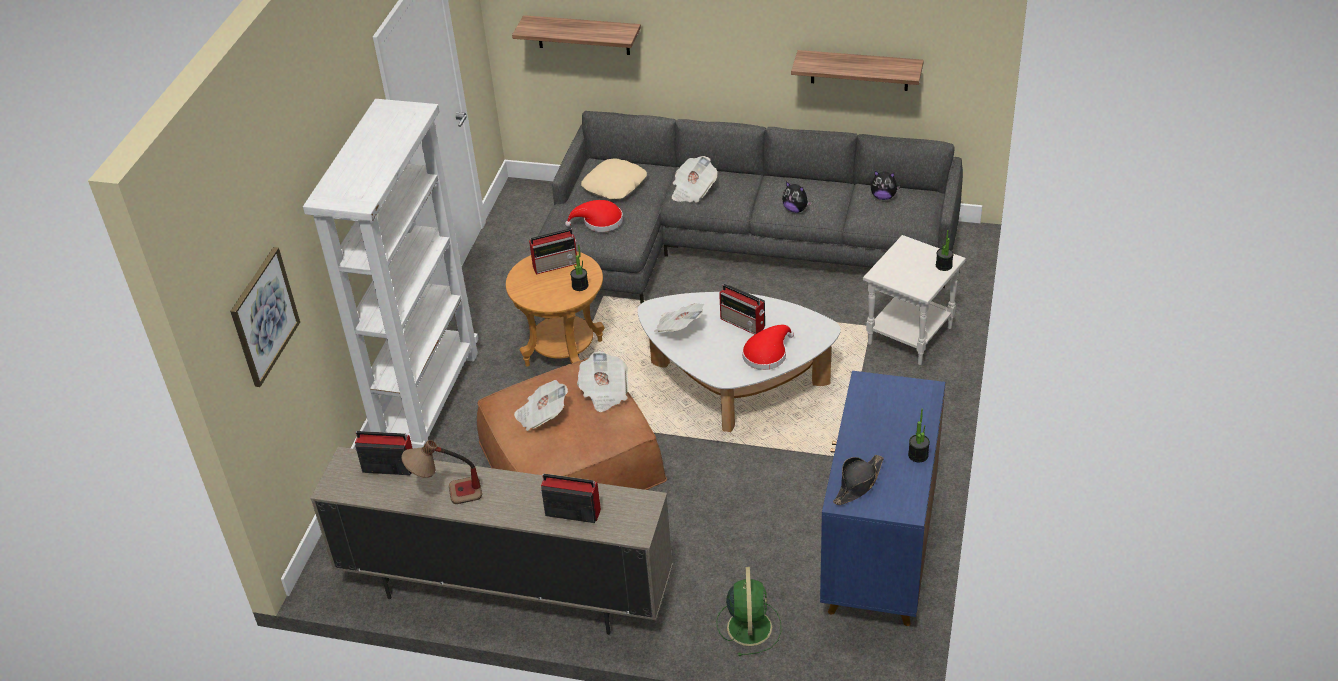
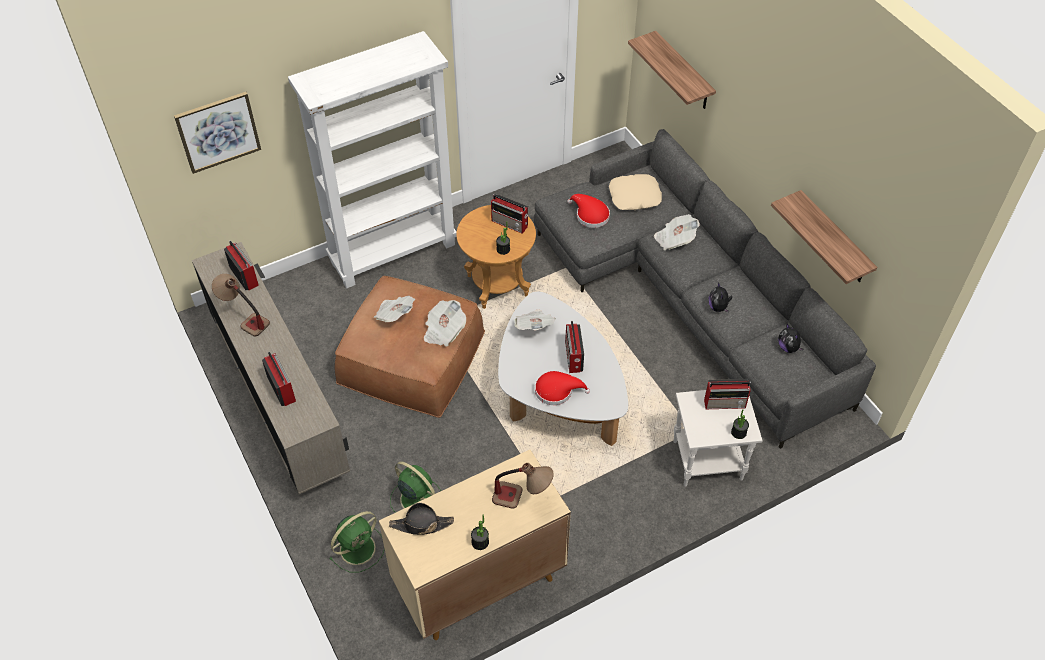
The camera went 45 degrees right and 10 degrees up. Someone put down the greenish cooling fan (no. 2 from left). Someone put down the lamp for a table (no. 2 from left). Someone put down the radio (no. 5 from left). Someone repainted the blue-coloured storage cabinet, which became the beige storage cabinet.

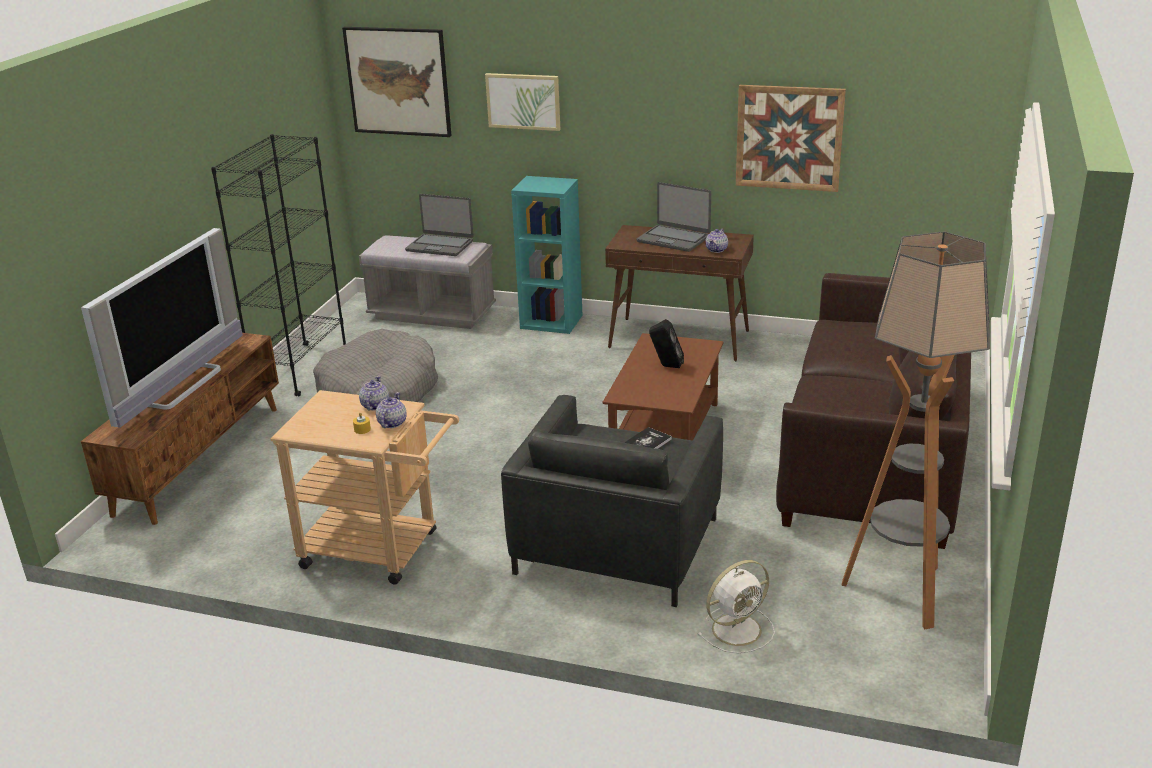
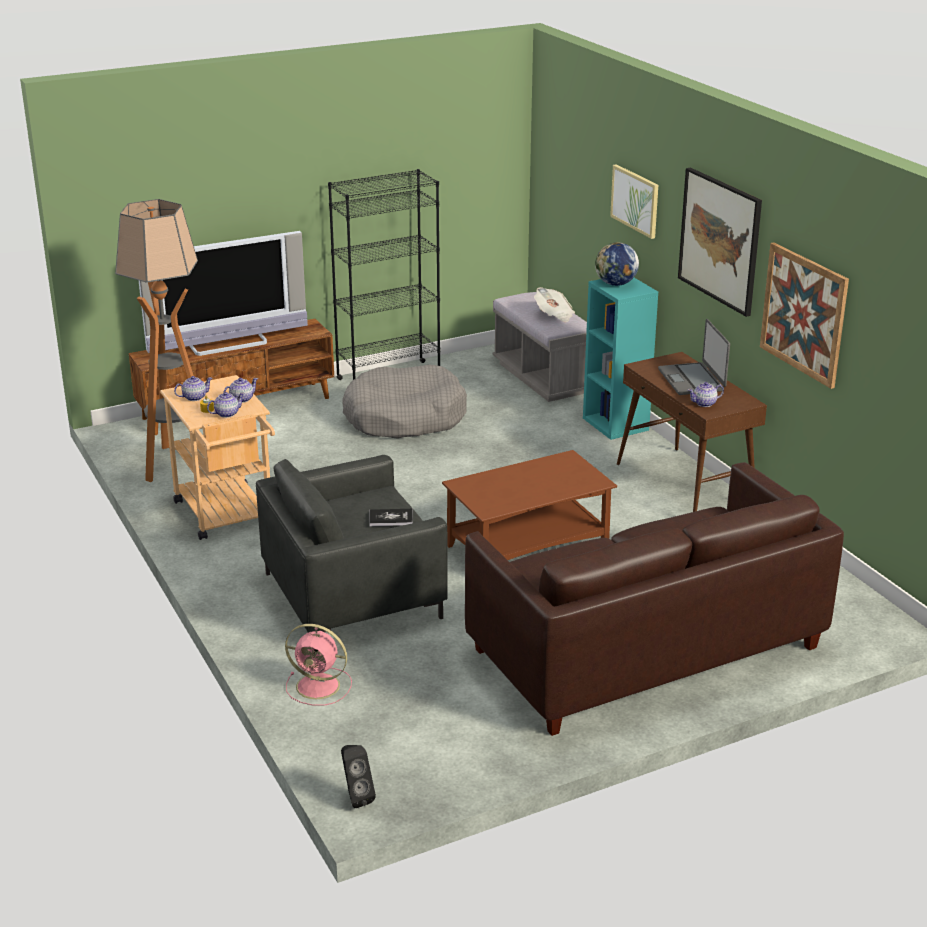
The camera went 45 degrees right and 0 degrees up. Someone put down the pot for tea (no. 1 from left). Someone put down the desk globe. Someone carried the picture (no. 1 from left in the first image). Someone carried the black speaker. Someone carried the standing lamp. Someone swapped the notebook computer (no. 1 from left) for the newspaper. Someone repainted the white cooling fan, which became the pink-coloured cooling fan.

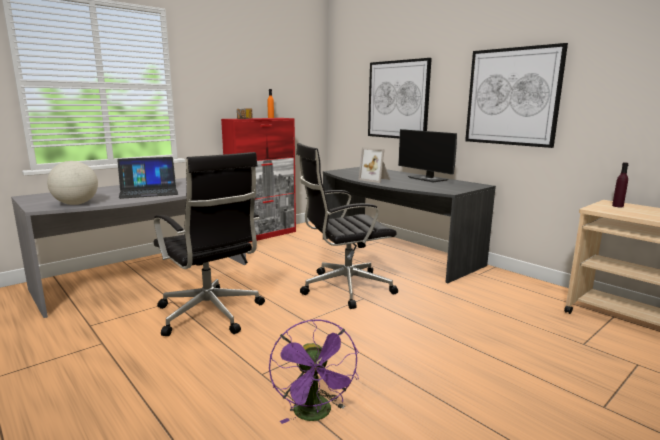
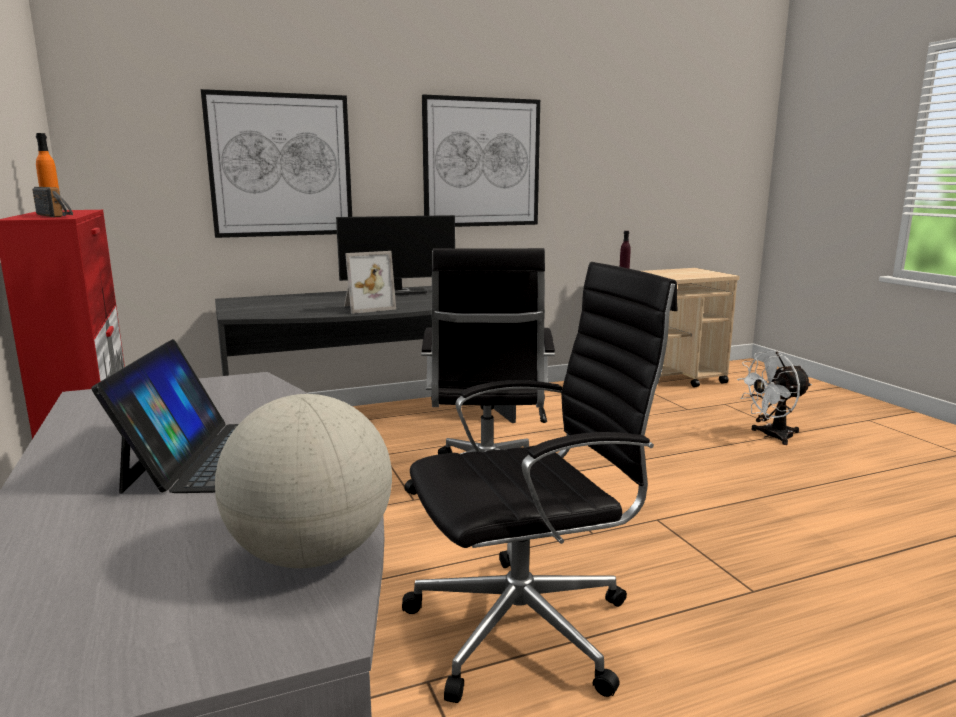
The camera went 70 degrees left and 0 degrees up. Someone took away the purple-coloured cooling fan. Someone put down the white cooling fan.

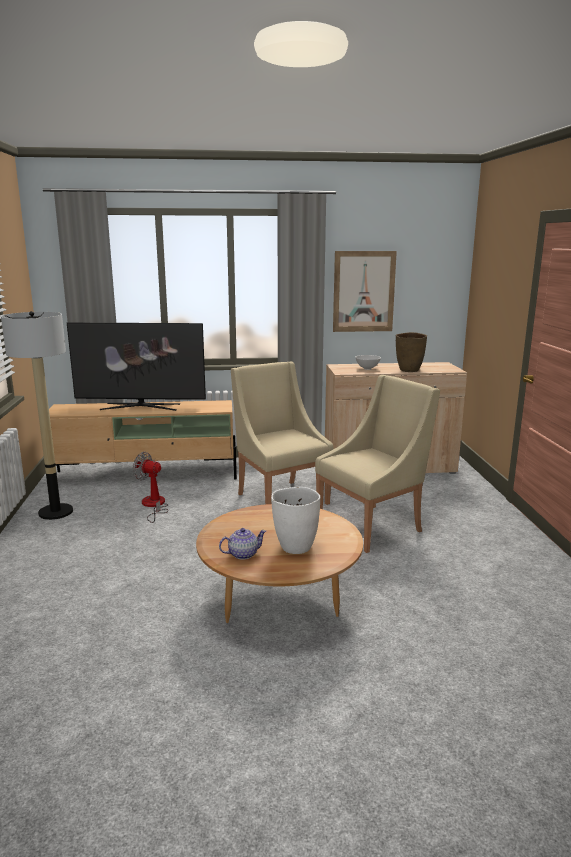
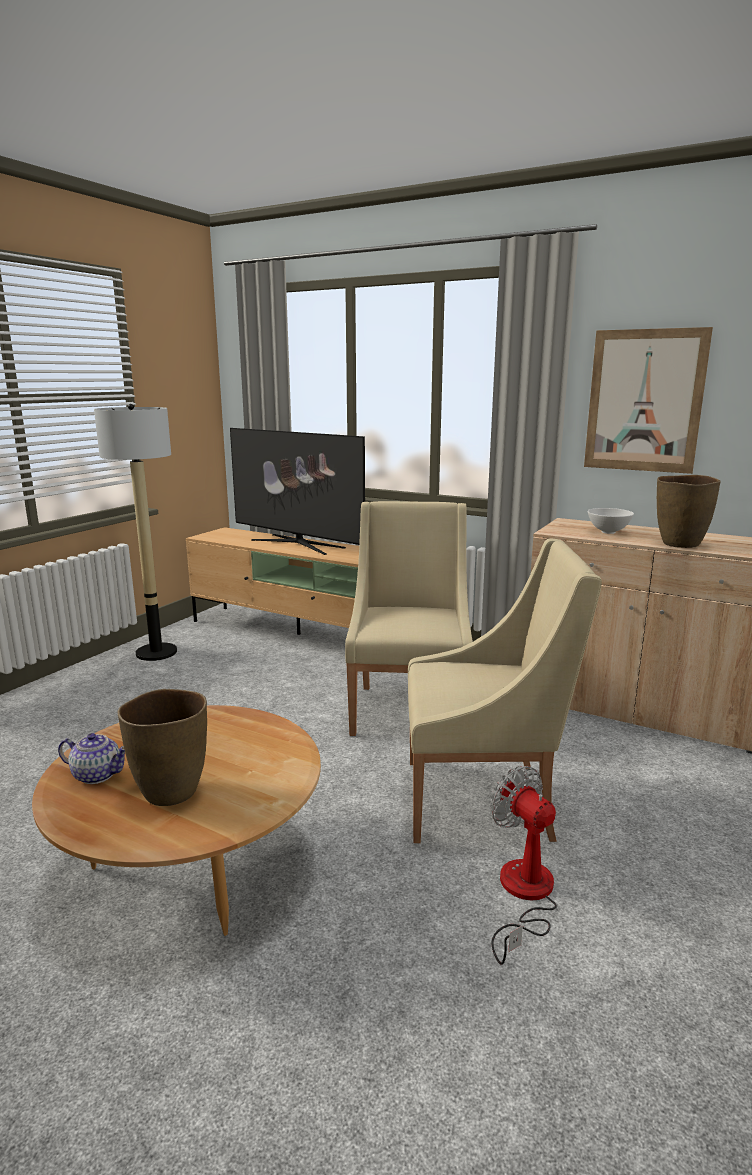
The camera went 35 degrees right and 0 degrees up. Someone carried the cooling fan. Someone repainted the white vase, which became the brown-coloured vase (no. 1 from left).

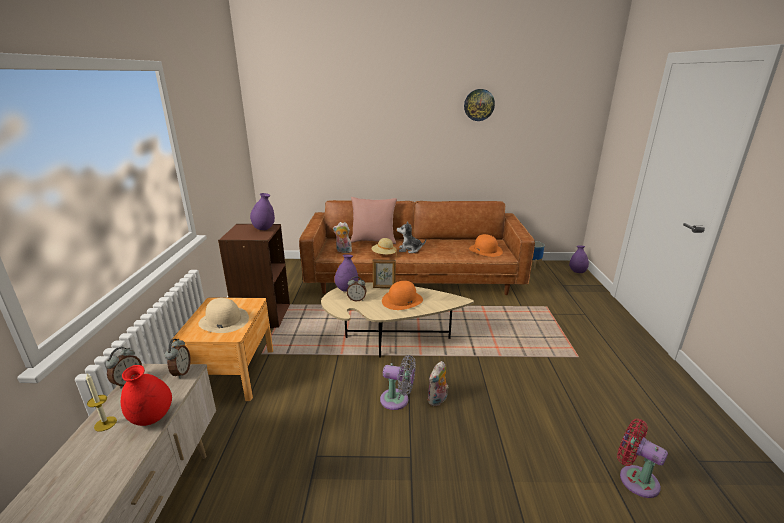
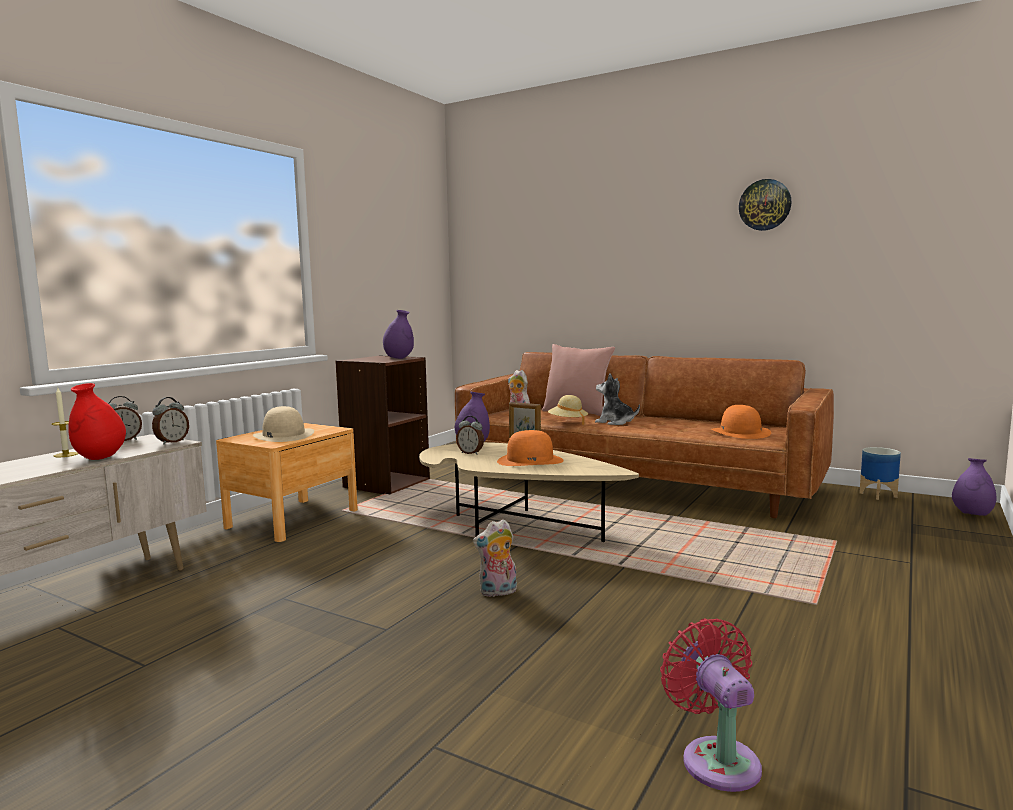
The camera went 30 degrees right and 15 degrees down. Someone took away the gray cooling fan.

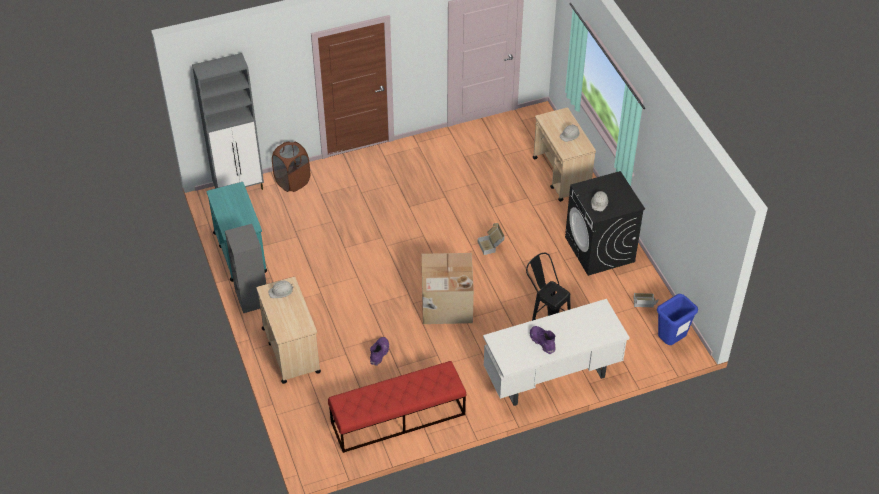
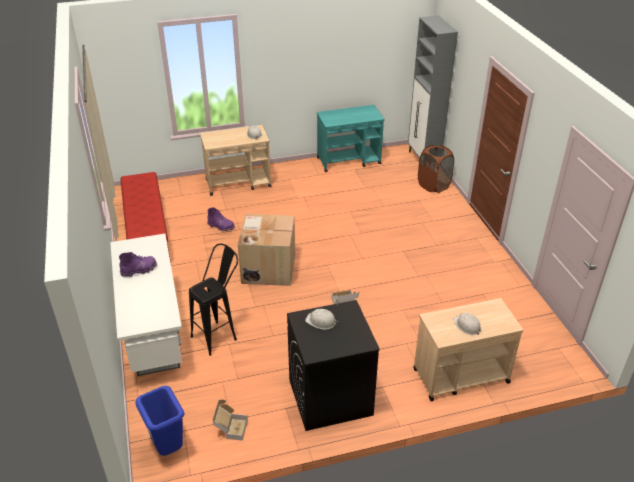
The camera went 95 degrees right and 10 degrees down. Someone took away the gray shelving unit.

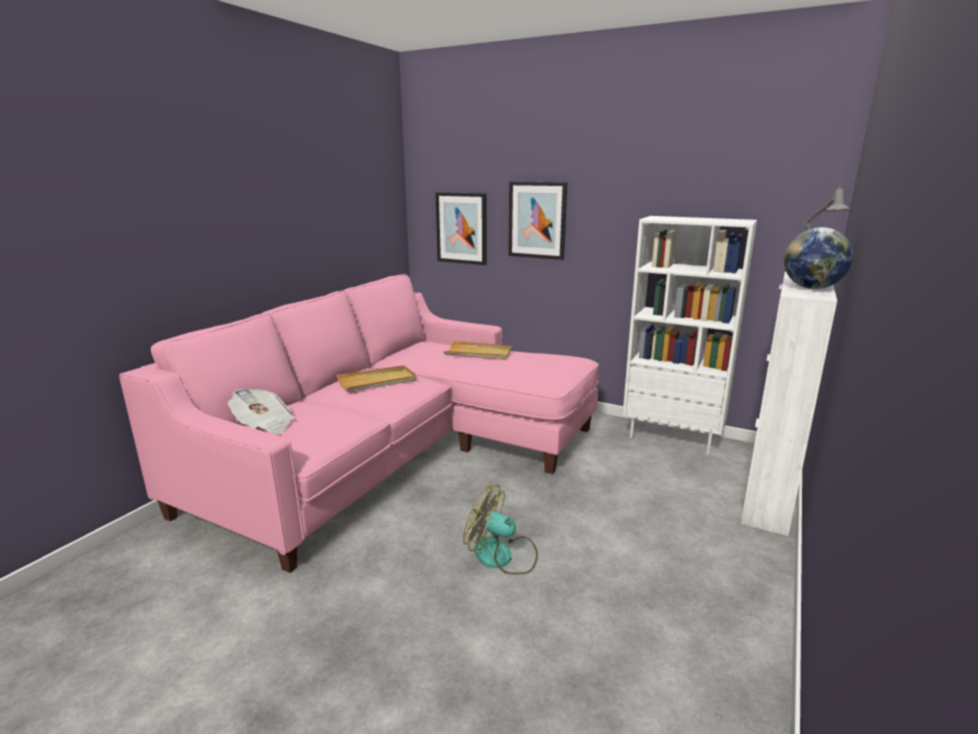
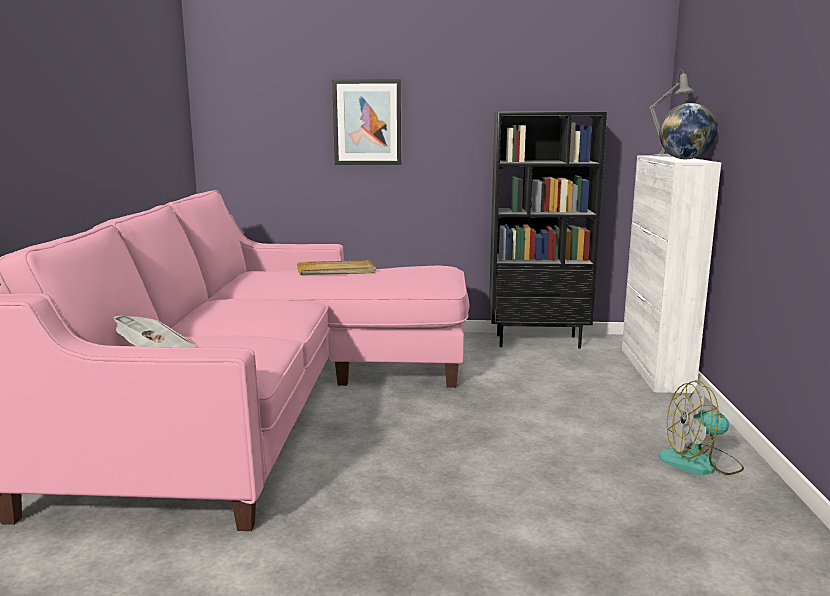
The camera went 25 degrees left and 5 degrees down. Someone took away the beige carrying tray (no. 1 from left). Someone took away the picture (no. 1 from left). Someone carried the cooling fan. Someone repainted the white shelving unit, which became the black shelving unit.

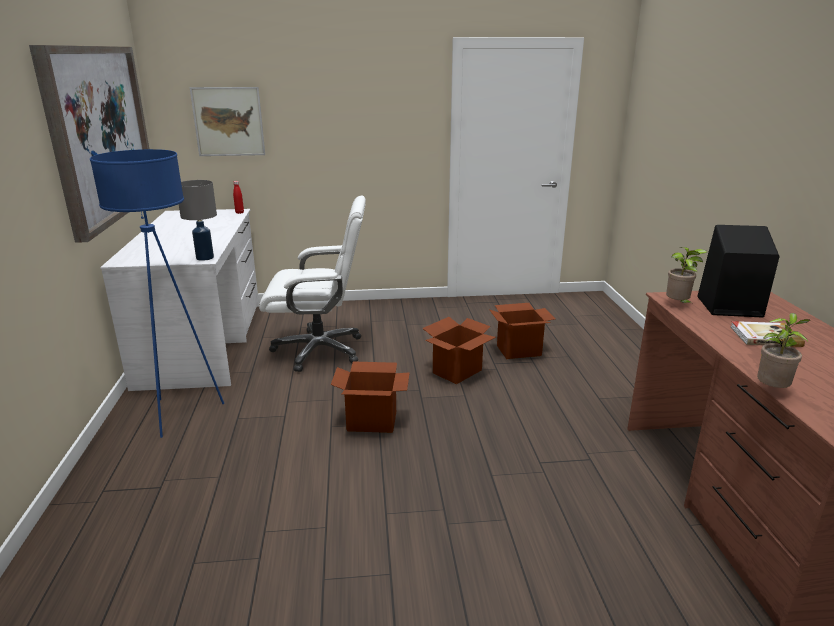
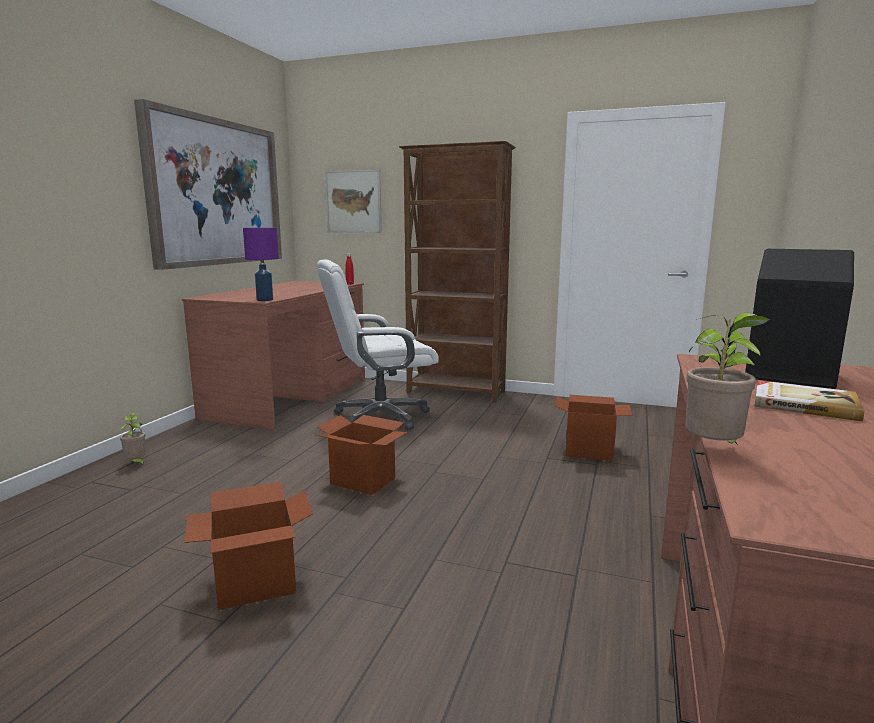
The camera went 25 degrees right and 10 degrees down. Someone took away the blue-coloured standing lamp. Someone put down the brown-coloured shelving unit. Someone carried the carton (no. 2 from left in the first image). Someone carried the plant in a pot (no. 1 from left). Someone repainted the white desk table, which became the brown-coloured desk table (no. 1 from left). Someone repainted the gray lamp for a table, which became the purple-coloured lamp for a table. Someone rotated the white computer chair by 135 degrees clockwise.

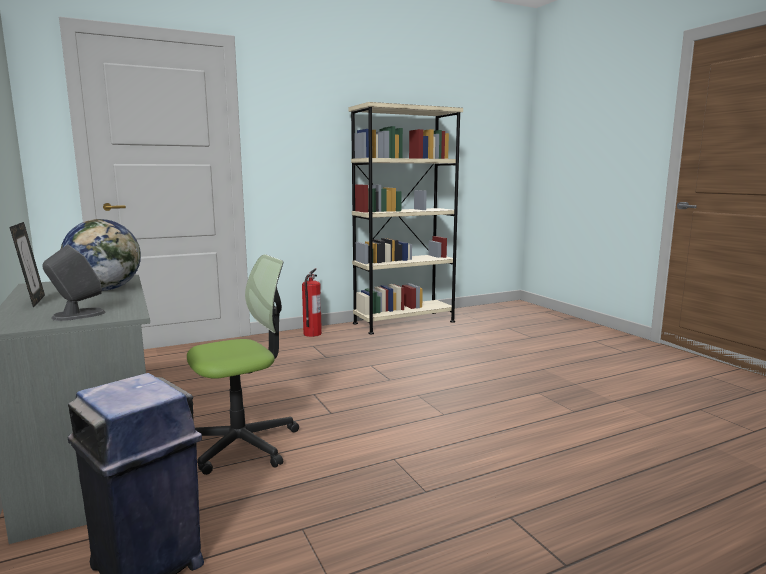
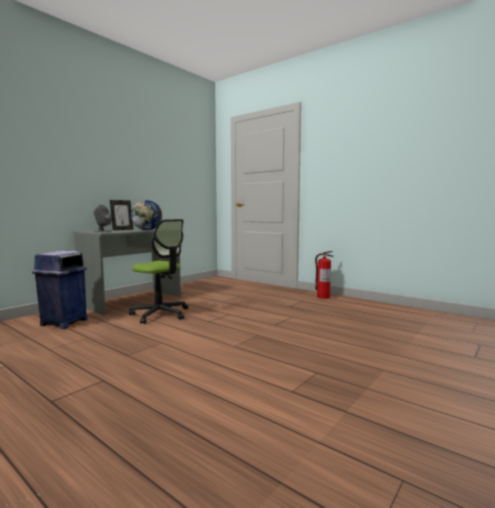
The camera went 65 degrees right and 5 degrees down. Someone took away the beige shelving unit.

